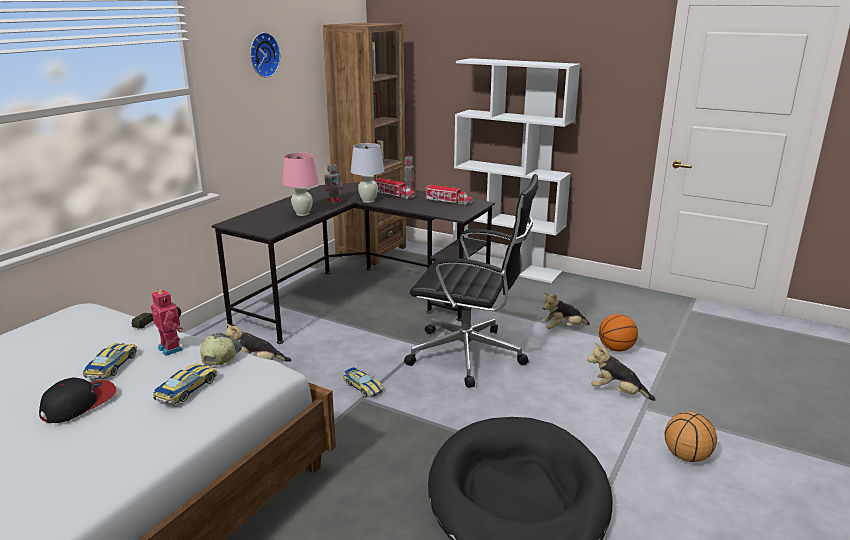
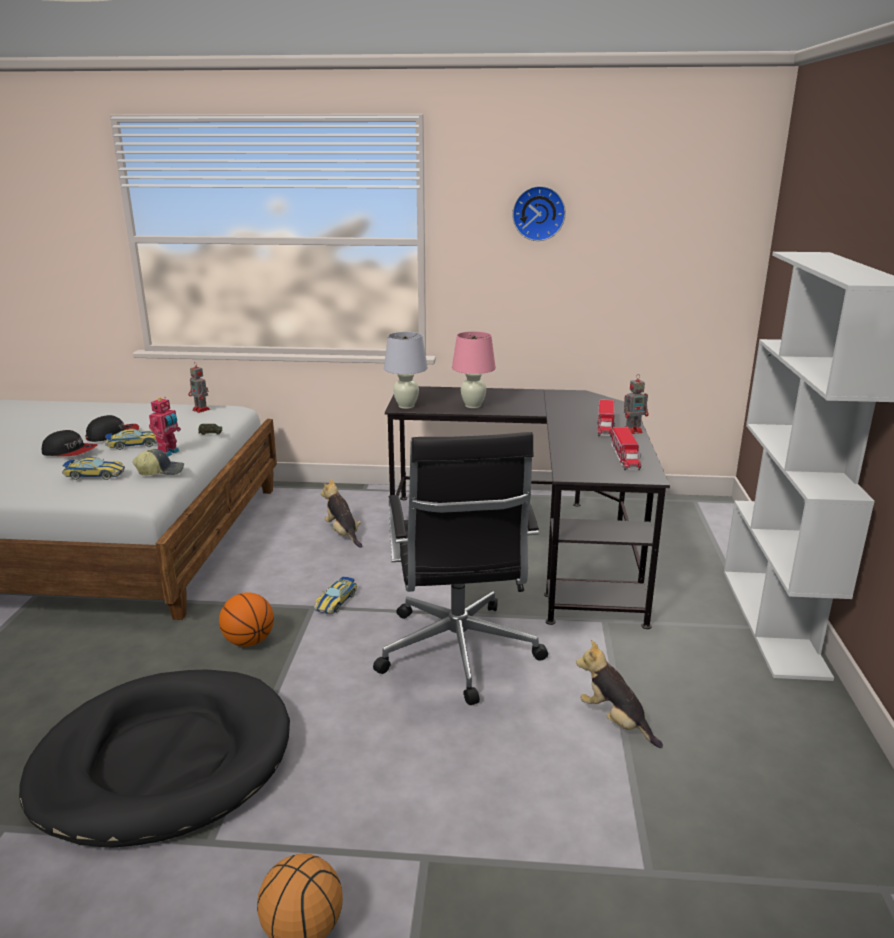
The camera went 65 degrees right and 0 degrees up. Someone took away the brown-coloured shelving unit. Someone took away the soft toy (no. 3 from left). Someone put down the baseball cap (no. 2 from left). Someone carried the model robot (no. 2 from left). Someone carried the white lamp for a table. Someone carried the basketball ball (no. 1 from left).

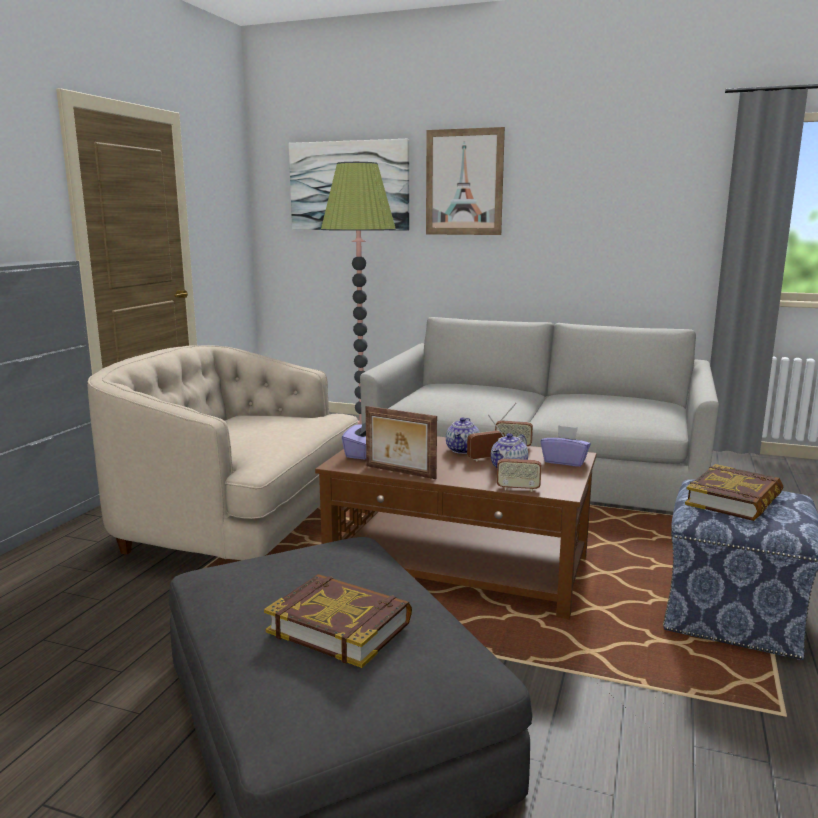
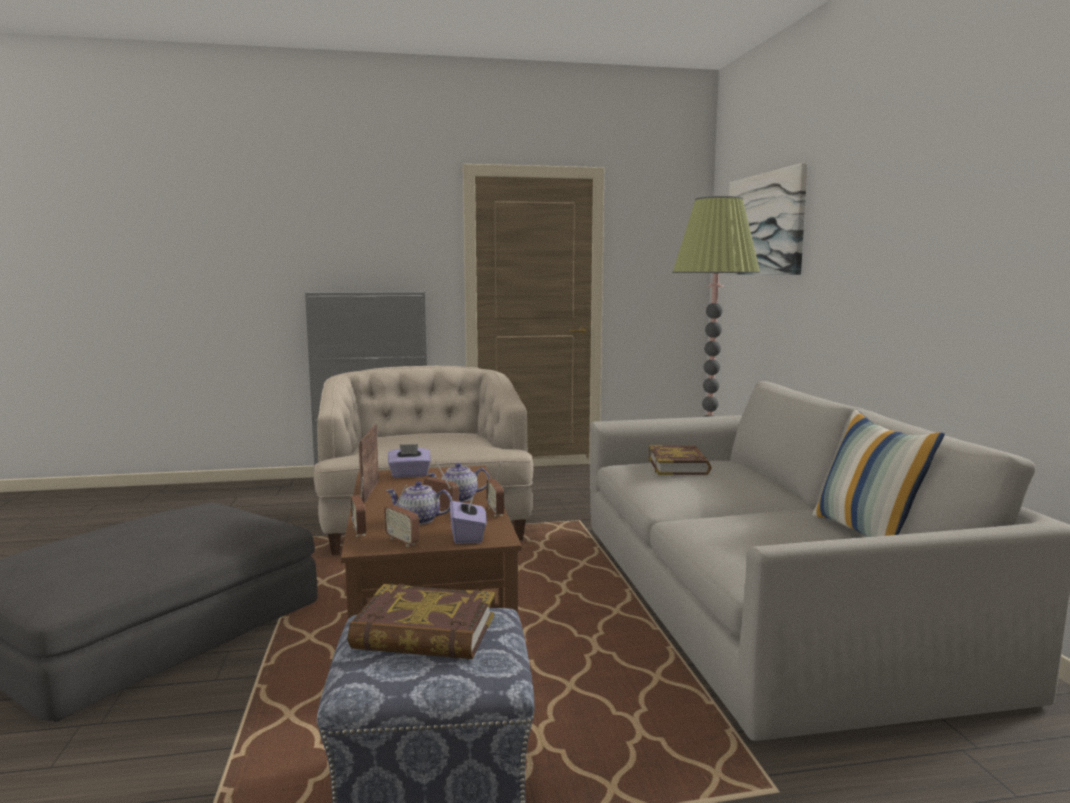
The camera went 60 degrees right and 5 degrees down. Someone took away the picture (no. 2 from left). Someone put down the radio (no. 2 from left). Someone put down the throw pillow. Someone carried the book (no. 1 from left in the first image).

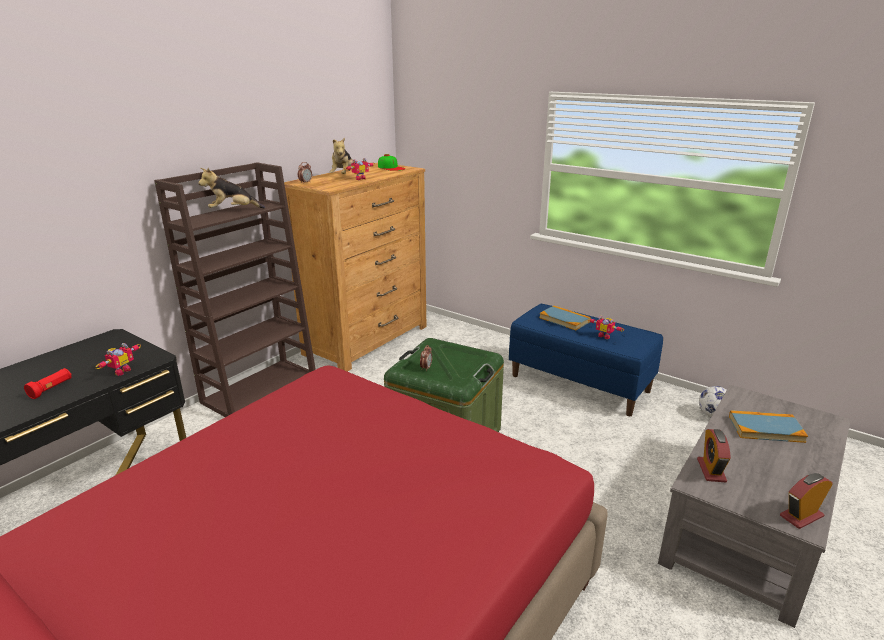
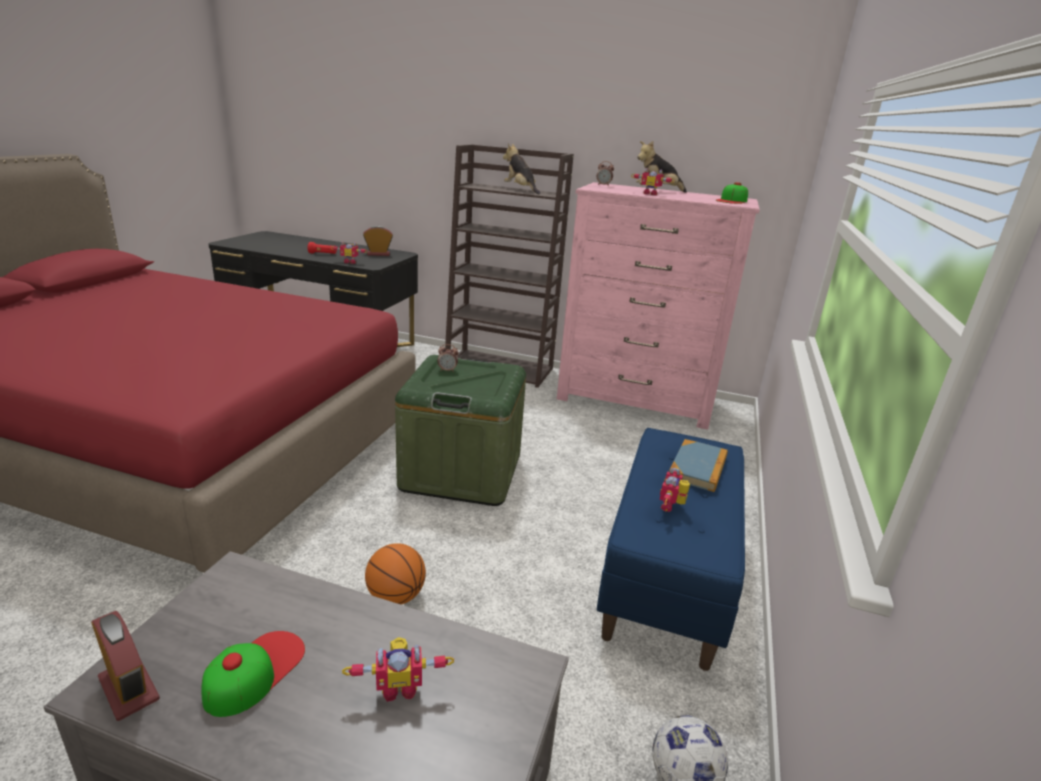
The camera went 70 degrees right and 0 degrees up. Someone put down the baseball cap (no. 1 from left). Someone put down the basketball ball. Someone carried the alarm clock (no. 3 from left in the first image). Someone swapped the book (no. 2 from left) for the model robot (no. 2 from left). Someone repainted the brown-coloured chest of drawers, which became the pink-coloured chest of drawers.

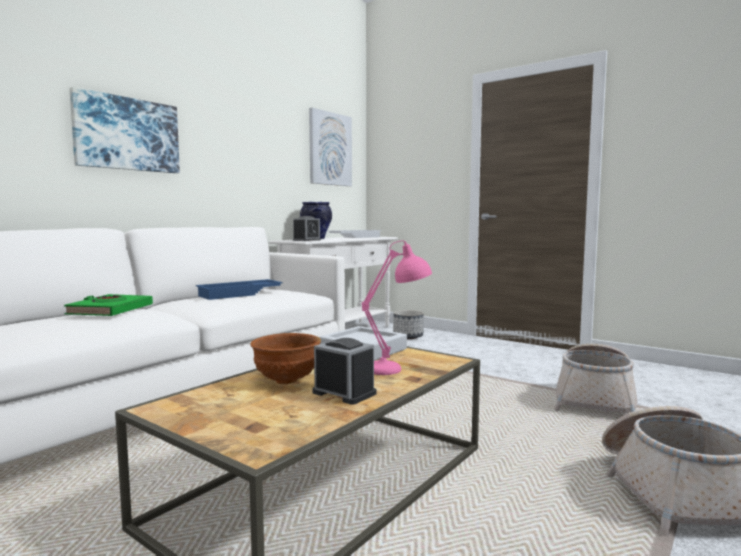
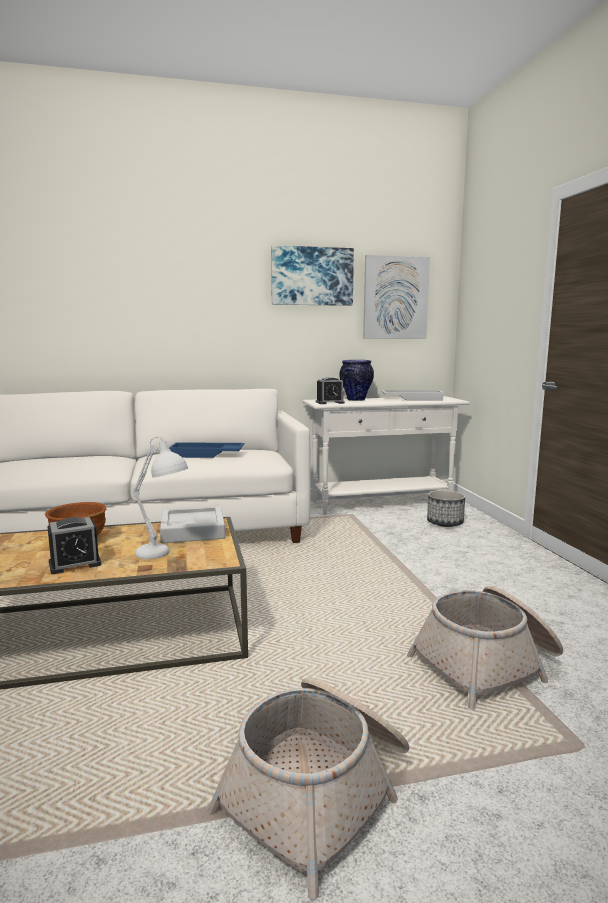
The camera went 40 degrees right and 5 degrees up. Someone took away the greenish book. Someone carried the picture (no. 1 from left). Someone repainted the pink-coloured lamp for a table, which became the white lamp for a table. Someone rotated the alarm clock (no. 2 from left in the first image) by 75 degrees clockwise.

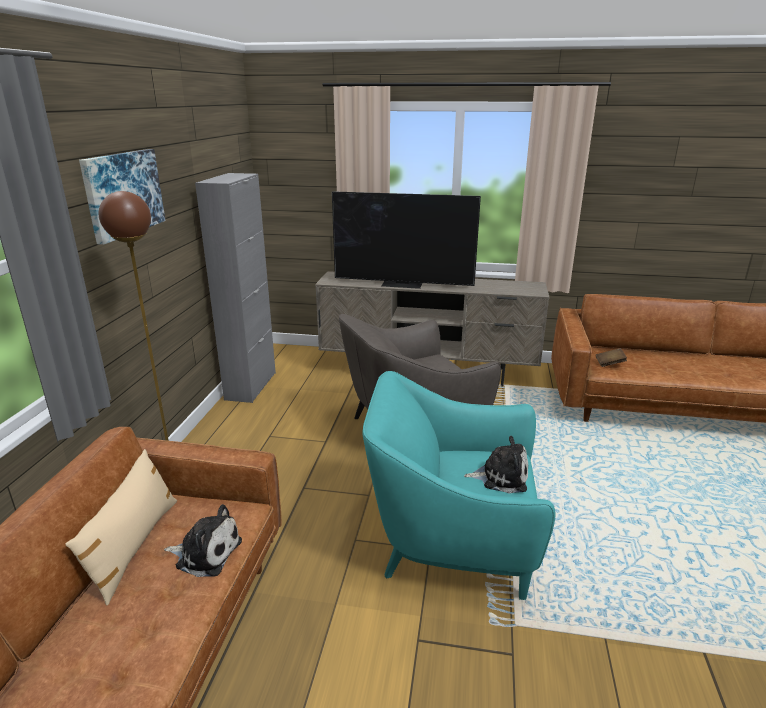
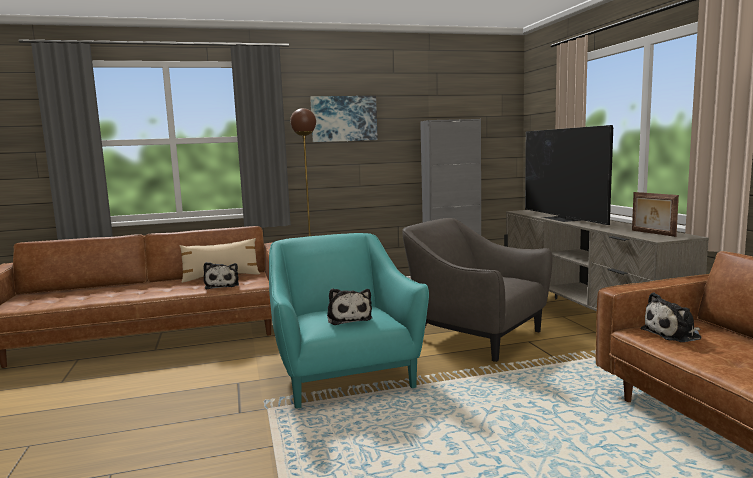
The camera went 65 degrees right and 15 degrees down. Someone put down the photo frame. Someone swapped the brown-coloured book for the soft toy (no. 3 from left).

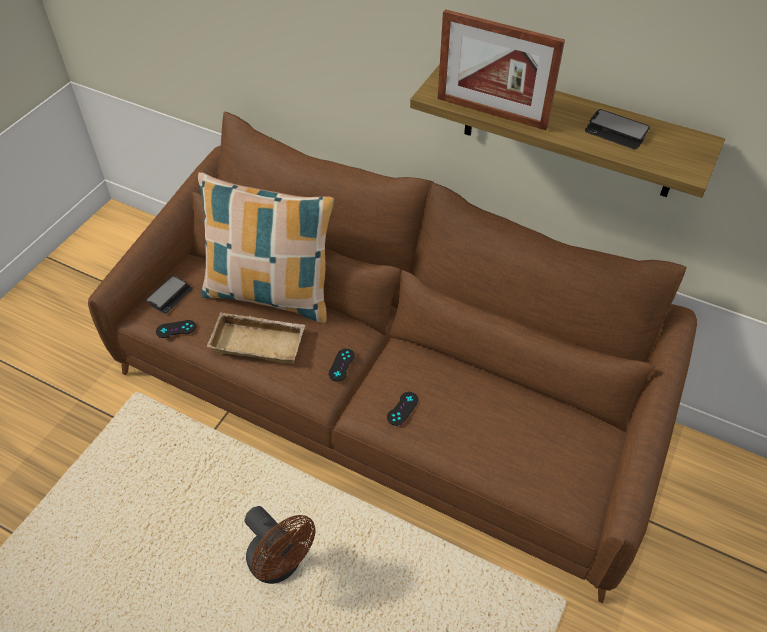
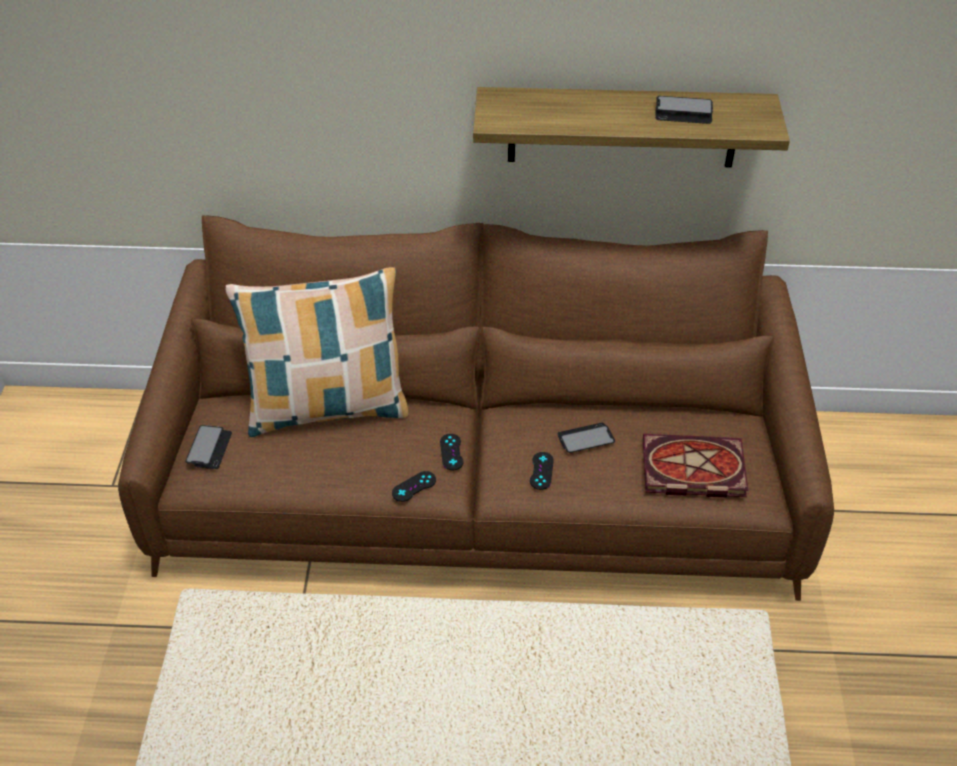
The camera went 25 degrees left and 5 degrees down. Someone took away the beige carrying tray. Someone took away the brown-coloured cooling fan. Someone took away the photo frame. Someone put down the handset (no. 2 from left). Someone put down the book. Someone carried the black joypad (no. 1 from left).

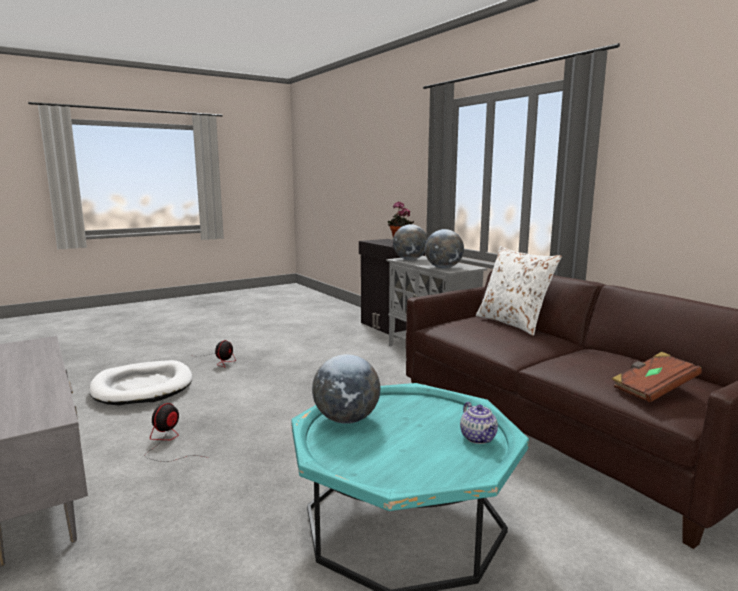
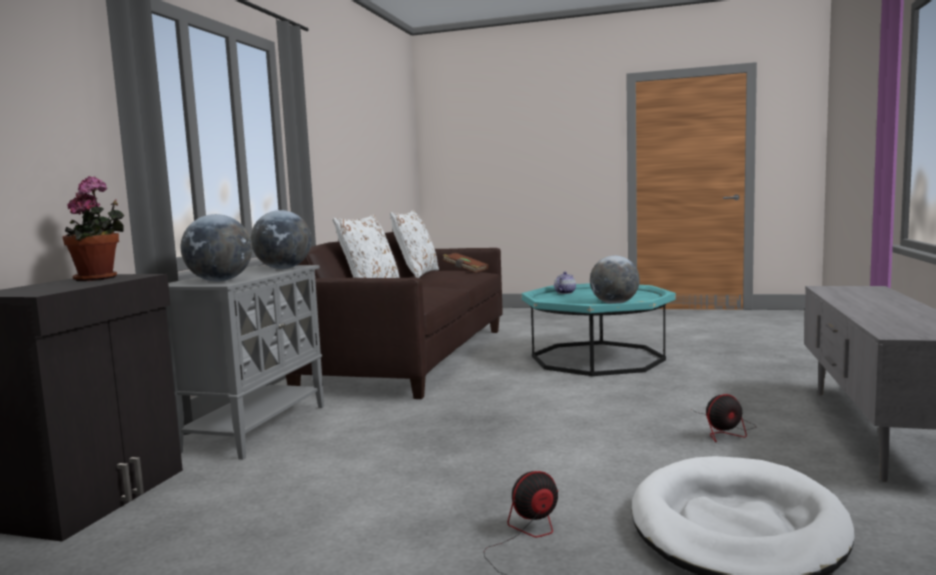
The camera went 130 degrees left and 5 degrees down. Someone put down the white throw pillow (no. 2 from left).

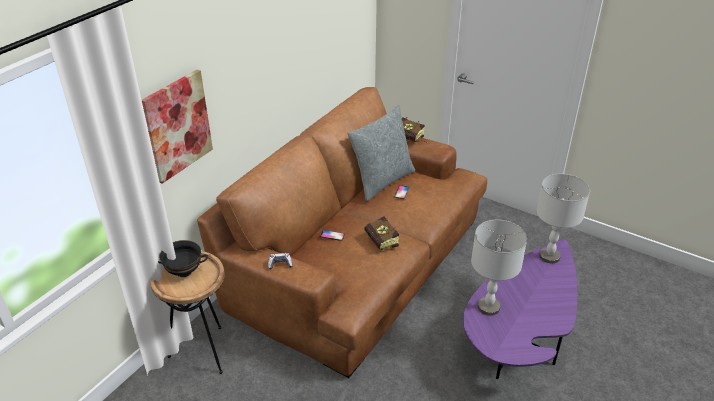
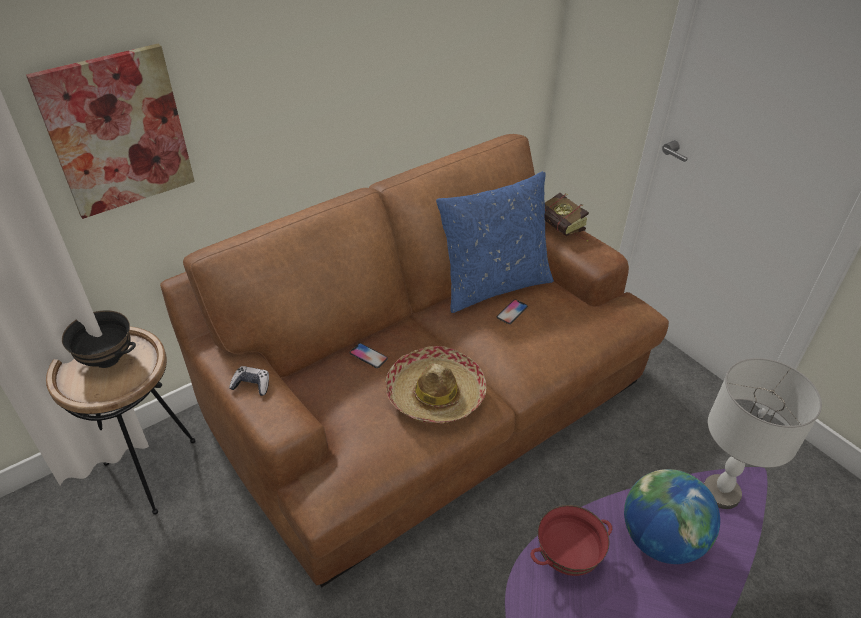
The camera went 20 degrees right and 5 degrees up. Someone put down the desk globe. Someone swapped the book (no. 1 from left) for the wearable hat. Someone swapped the gray lamp for a table (no. 1 from left) for the red serving bowl. Someone repainted the gray throw pillow, which became the blue-coloured throw pillow.

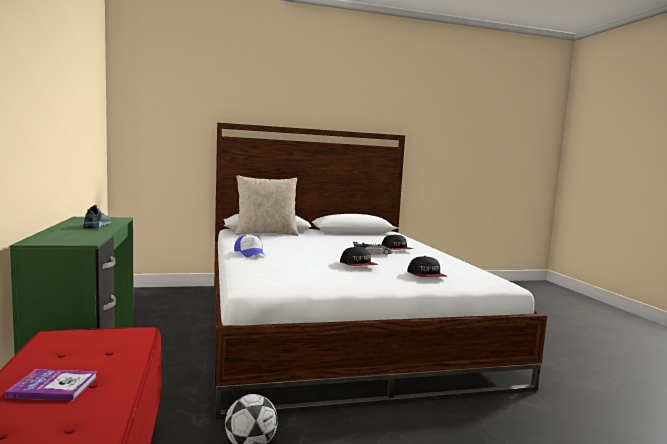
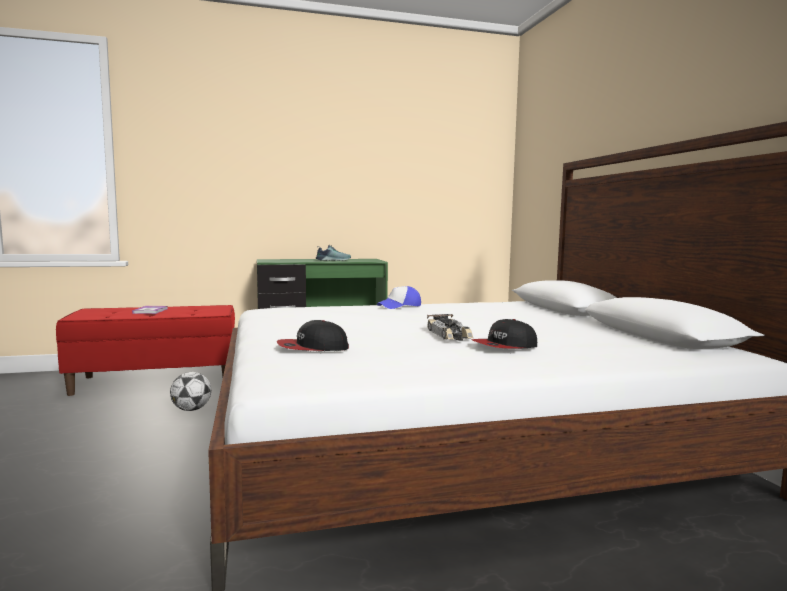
The camera went 90 degrees right and 0 degrees up. Someone took away the beige throw pillow. Someone took away the baseball cap (no. 2 from left).

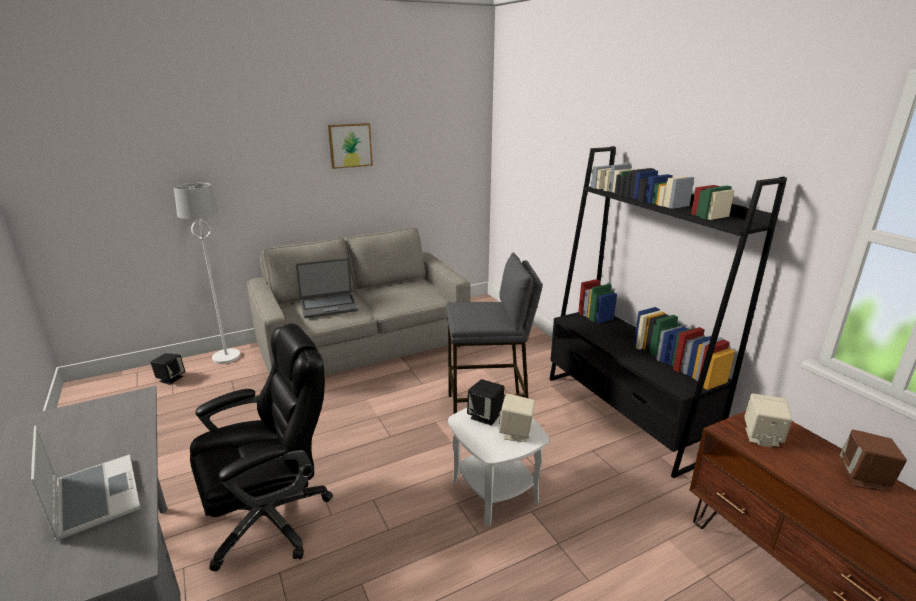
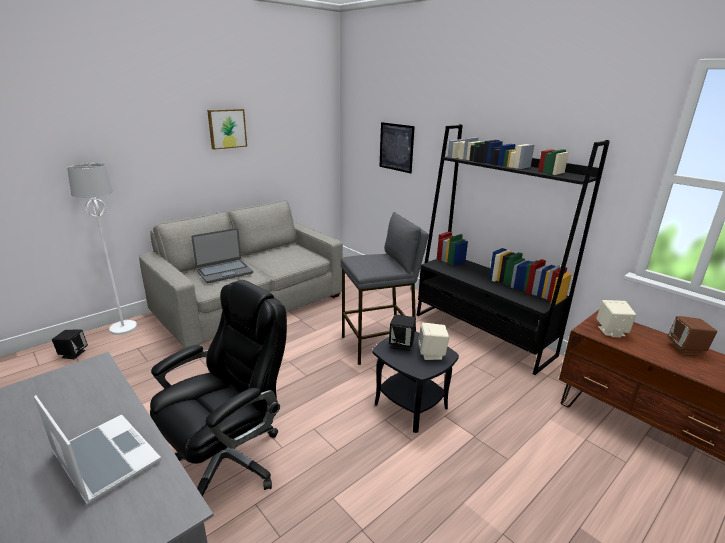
The camera went 15 degrees left and 0 degrees up. Someone put up the picture (no. 2 from left). Someone repainted the white end table, which became the black end table.

